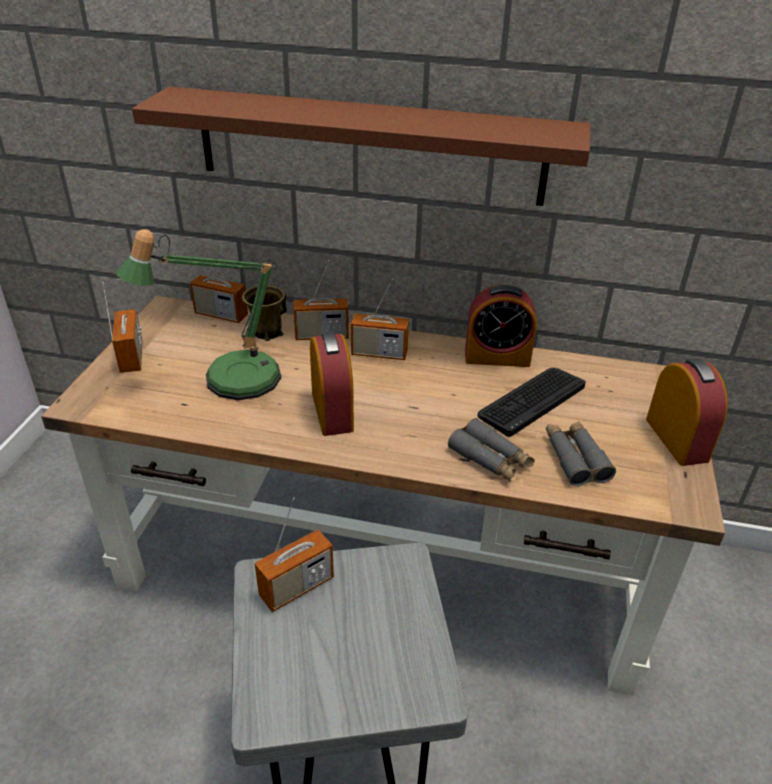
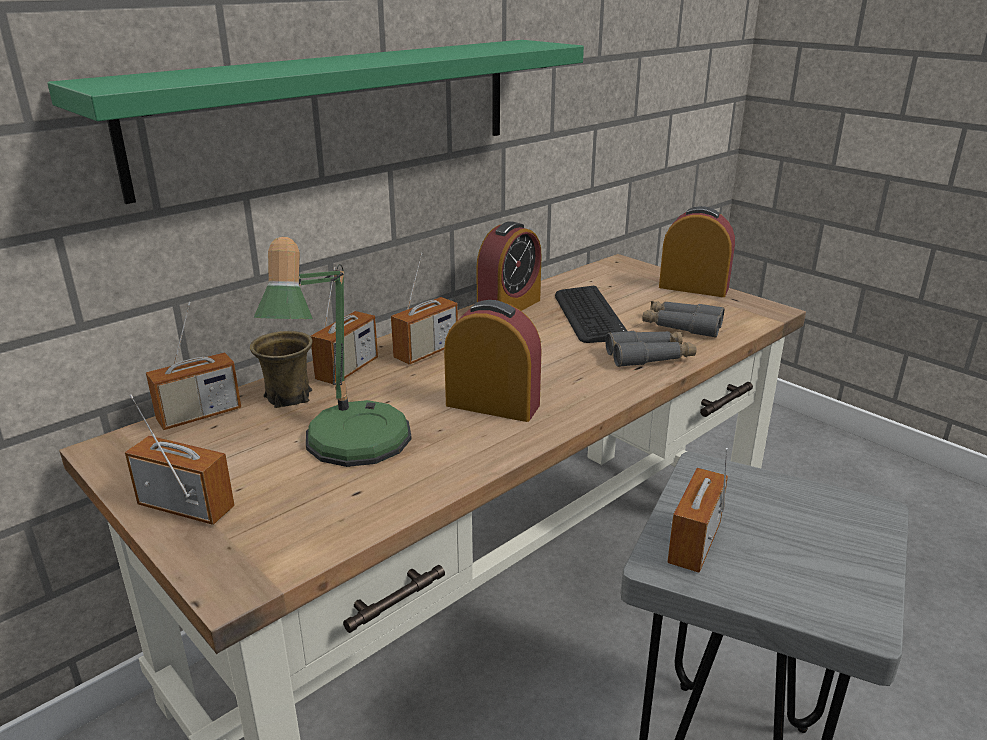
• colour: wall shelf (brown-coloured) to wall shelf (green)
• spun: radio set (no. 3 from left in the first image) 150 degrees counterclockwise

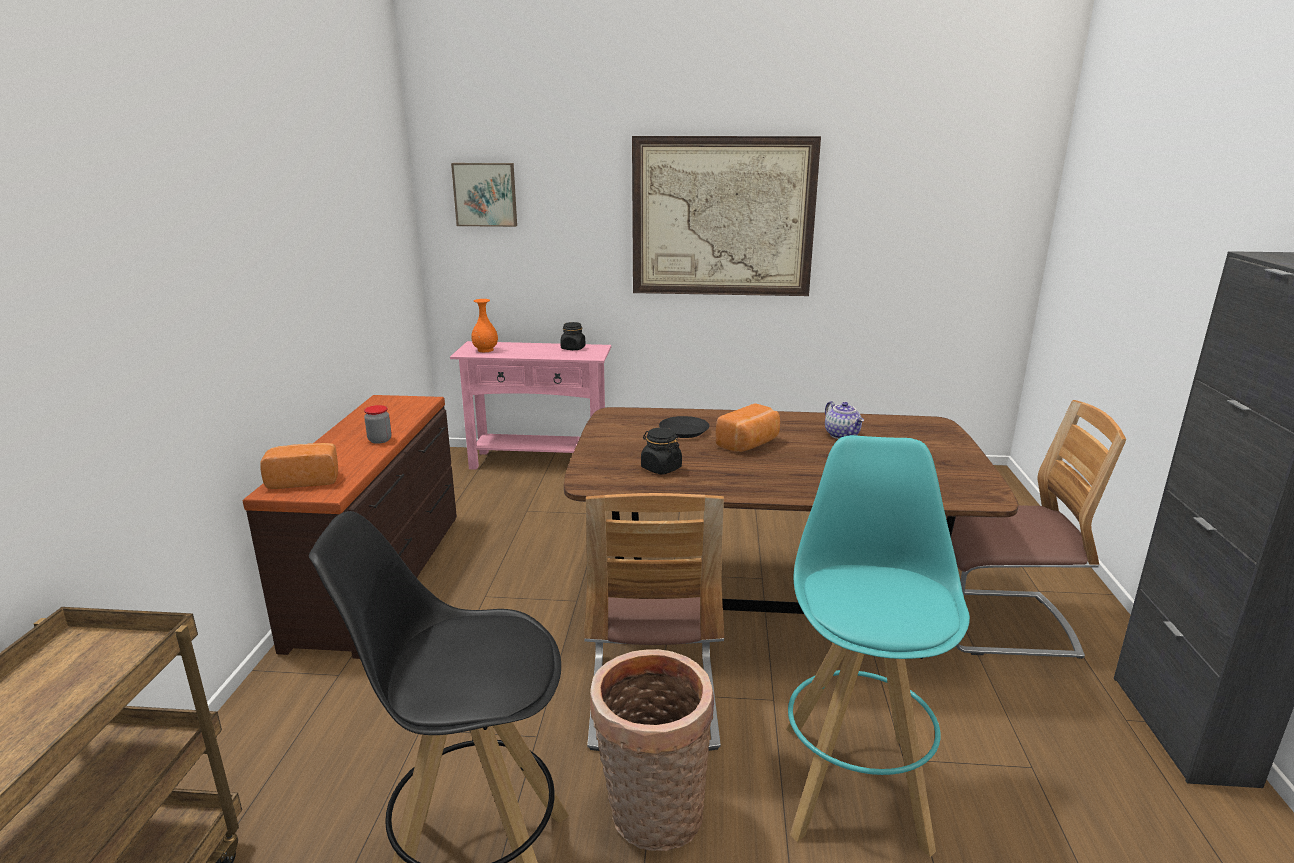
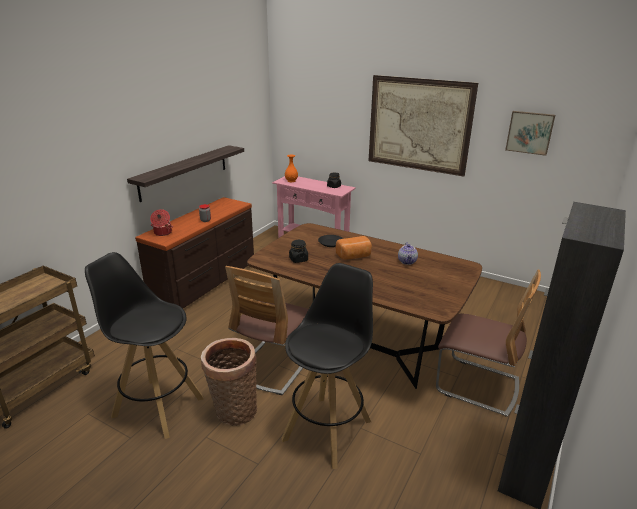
• appeared: wall shelf
• relocated: picture (no. 1 from left in the first image) to picture (no. 2 from left)
• exchanged: bakery bread (no. 1 from left) to stockpot
• colour: stool (turquoise-coloured) to stool (black) (no. 2 from left)

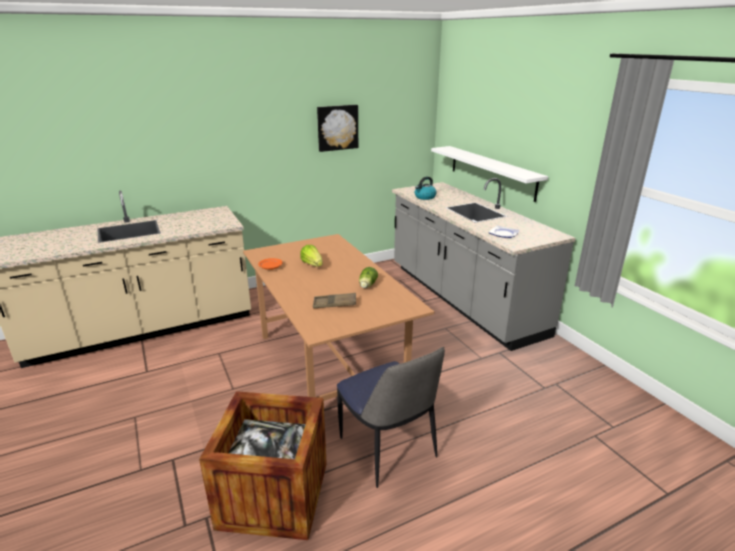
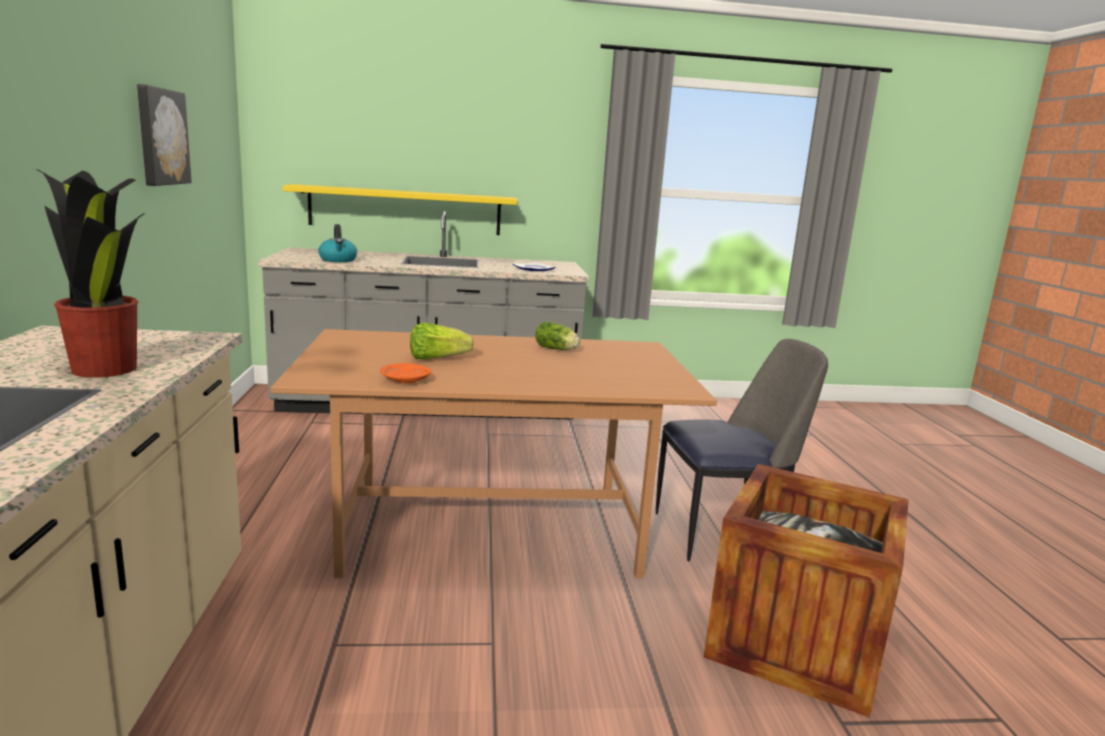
• missing: serving tray (brown-coloured)
• appeared: potted plant
• colour: wall shelf (whitish) to wall shelf (yellow)

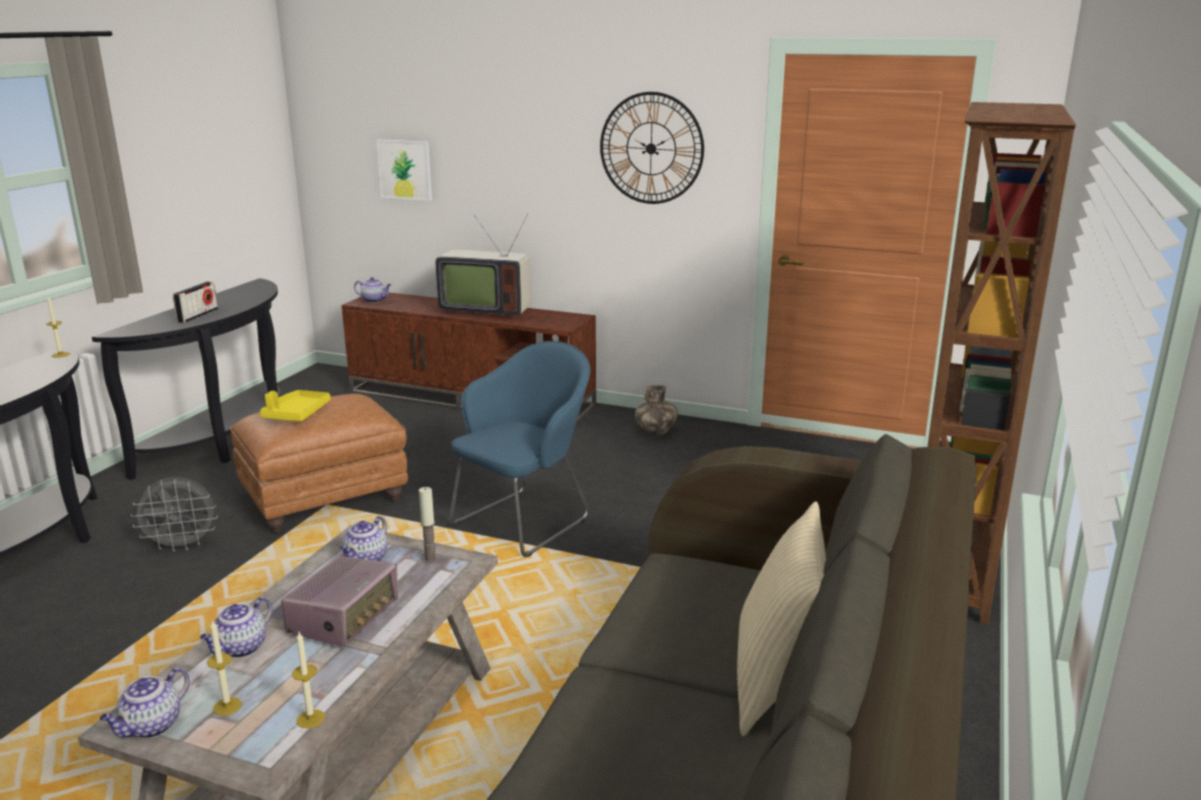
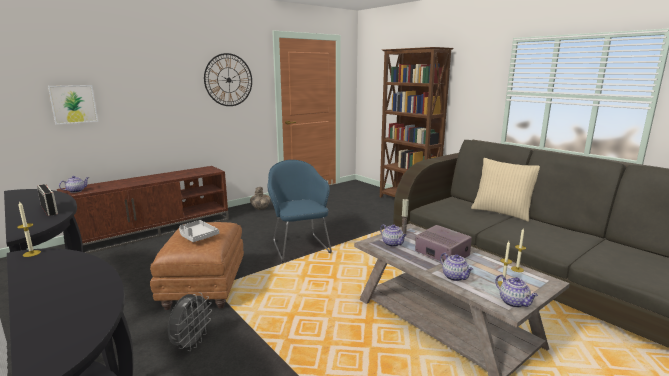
• missing: TV
• colour: serving tray (yellow) to serving tray (greyish)

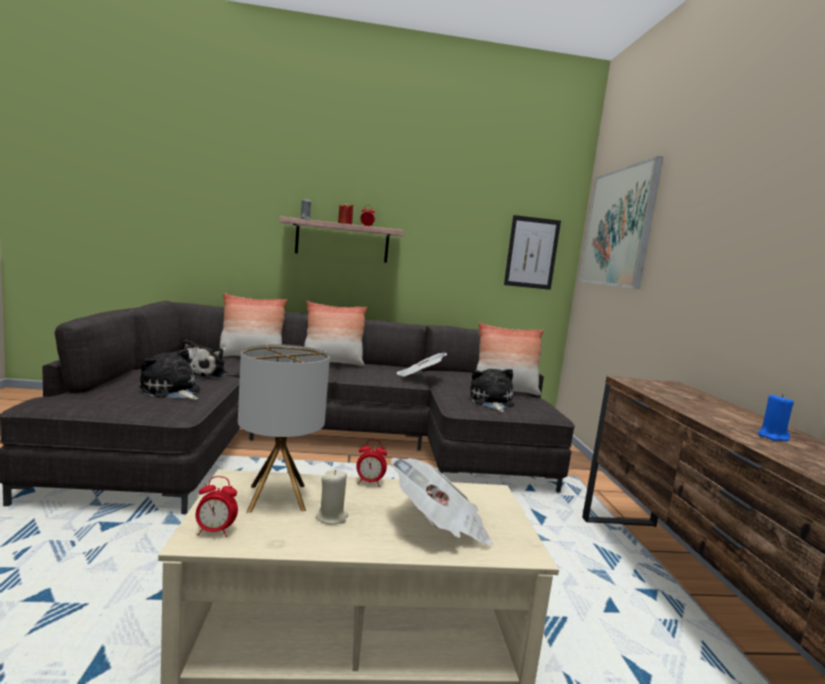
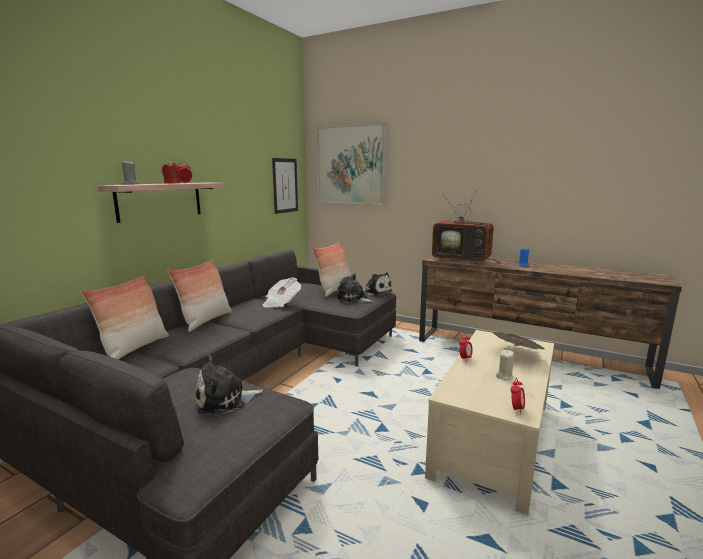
• missing: table lamp
• appeared: TV
• relocated: soft toy (no. 2 from left in the first image) to soft toy (no. 3 from left)

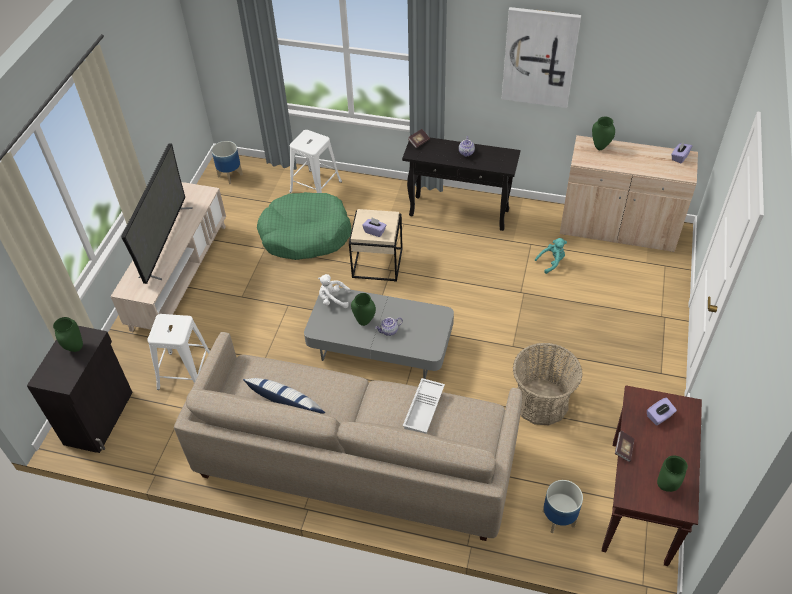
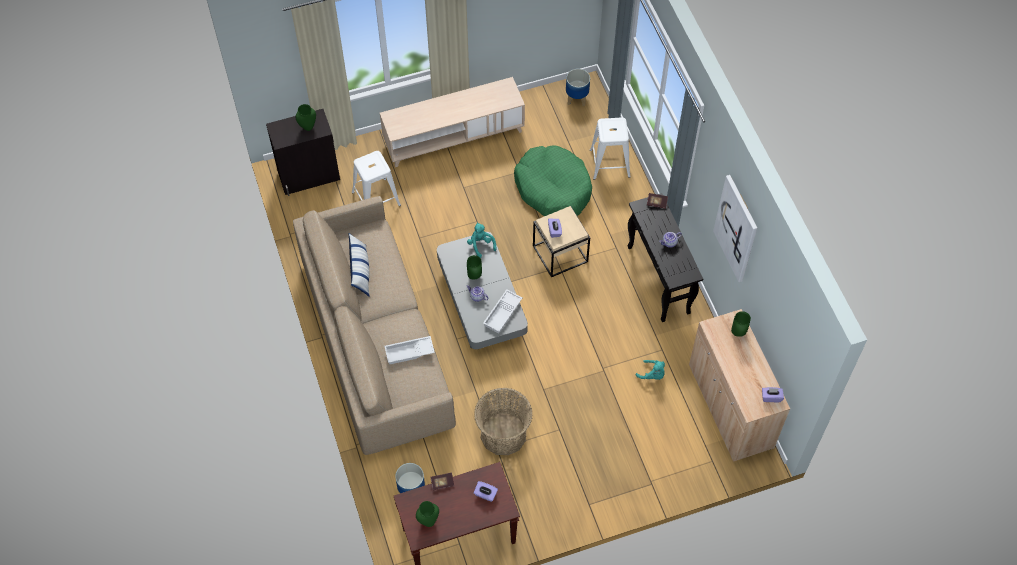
• missing: TV
• appeared: serving tray (whitish) (no. 2 from left)
• colour: soft toy (whitish) to soft toy (turquoise-coloured) (no. 1 from left)

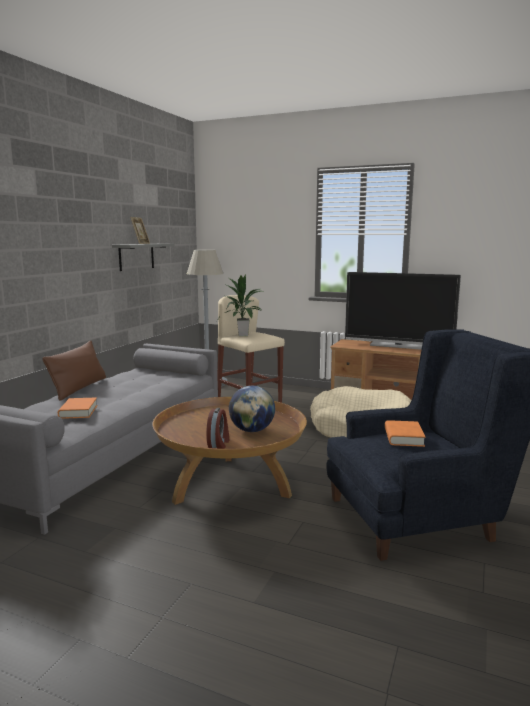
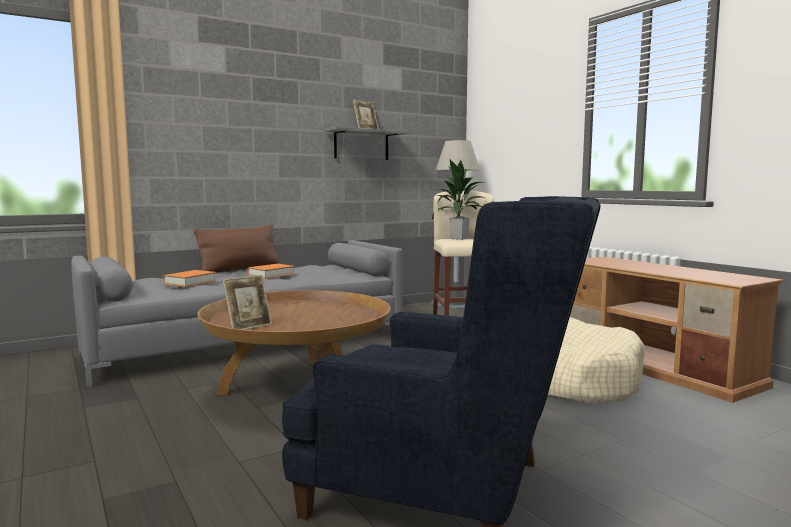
• missing: world globe
• missing: TV
• relocated: book (orangey) (no. 2 from left)
• exchanged: alarm clock to photo frame (no. 1 from left)

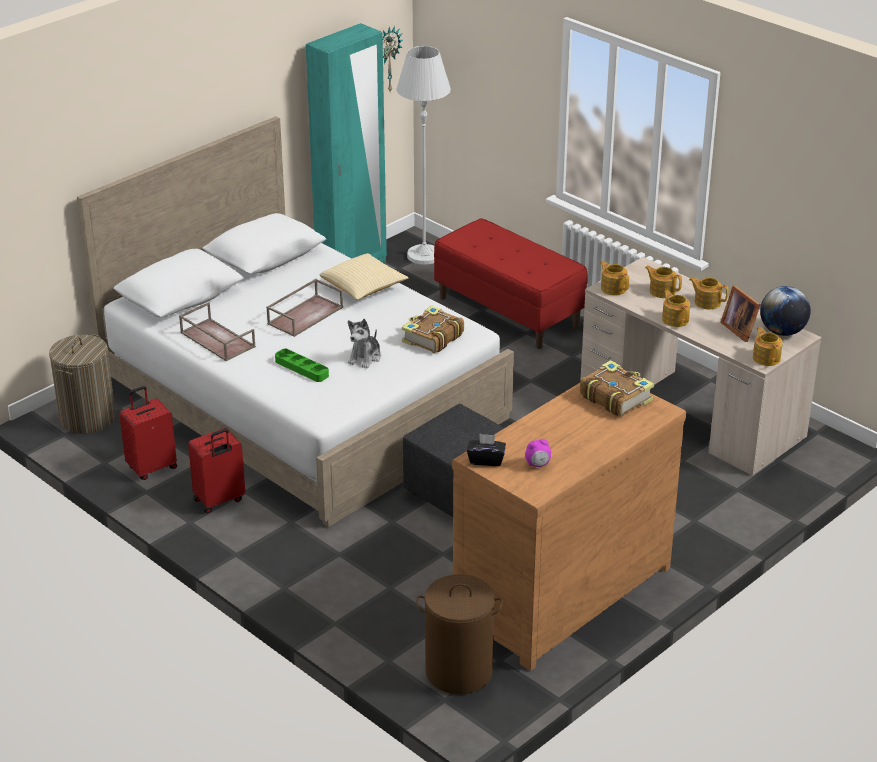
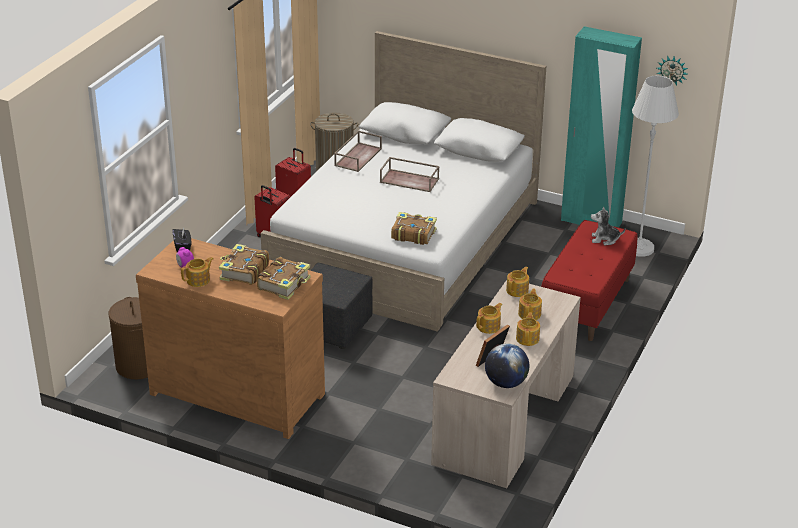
• missing: serving tray (green)
• missing: pillow
• appeared: book (no. 1 from left)
• relocated: soft toy
• relocated: pot for tea (no. 5 from left in the first image) to pot for tea (no. 1 from left)

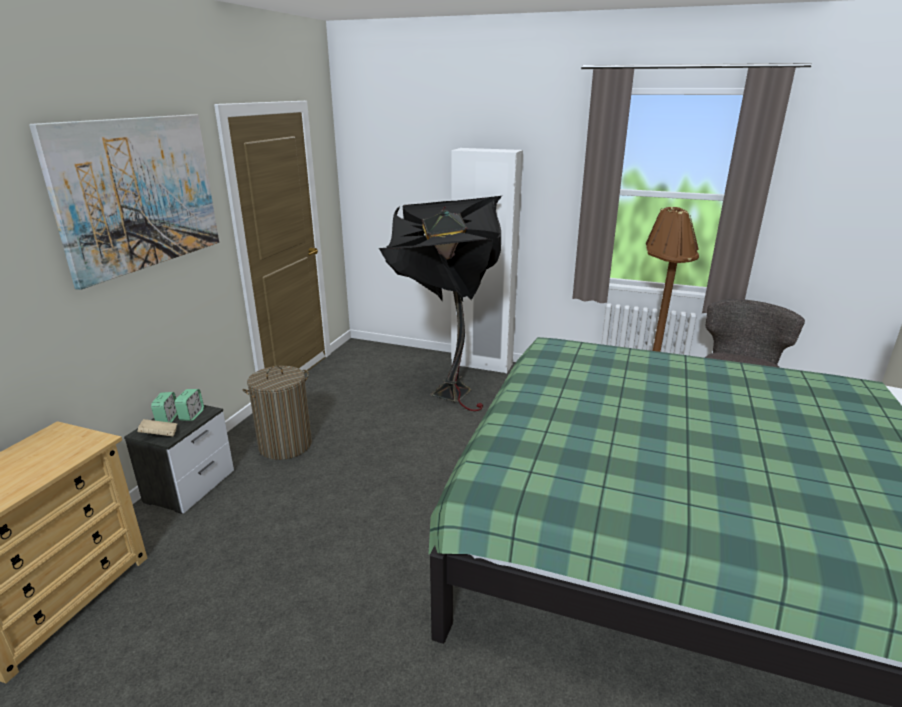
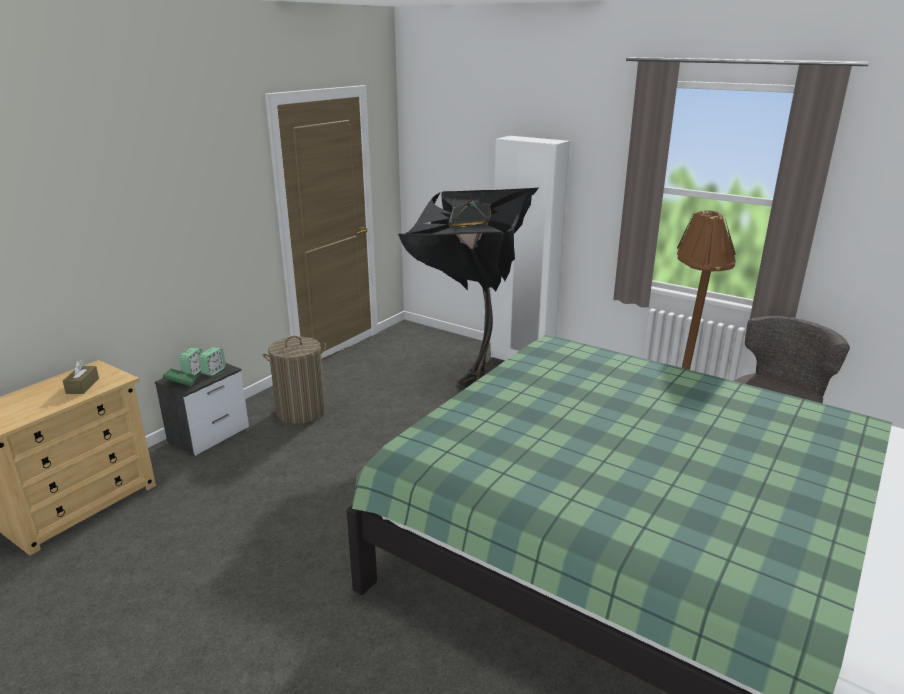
• missing: picture
• appeared: tissue box (brown-coloured)
• colour: book (beige) to book (green)

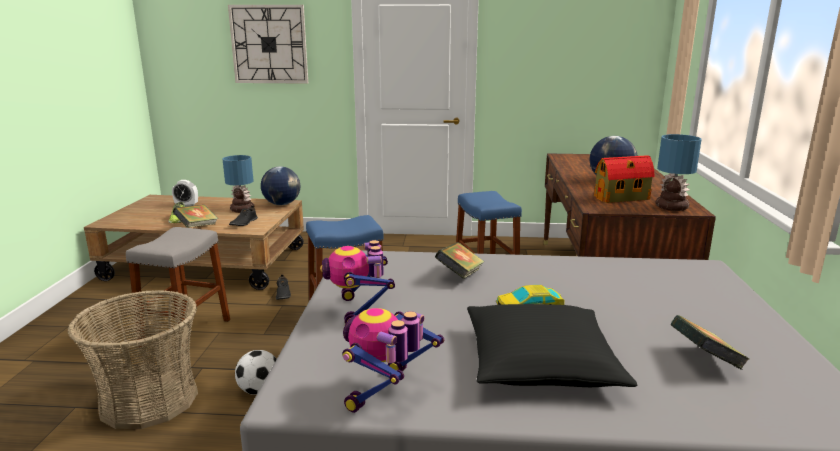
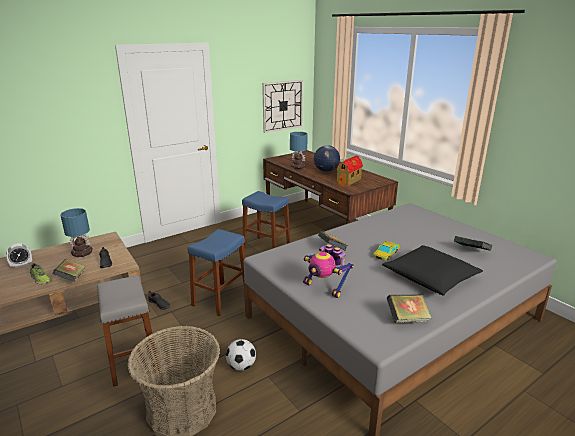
• missing: world globe (no. 1 from left)
• relocated: wall clock
• relocated: table lamp (no. 2 from left)
• exchanged: toy robot (no. 2 from left) to book (no. 3 from left)

